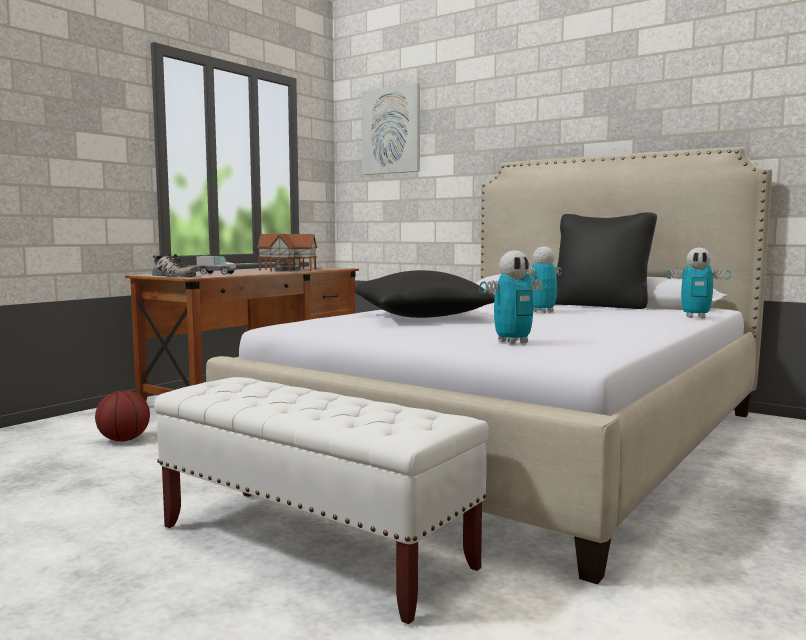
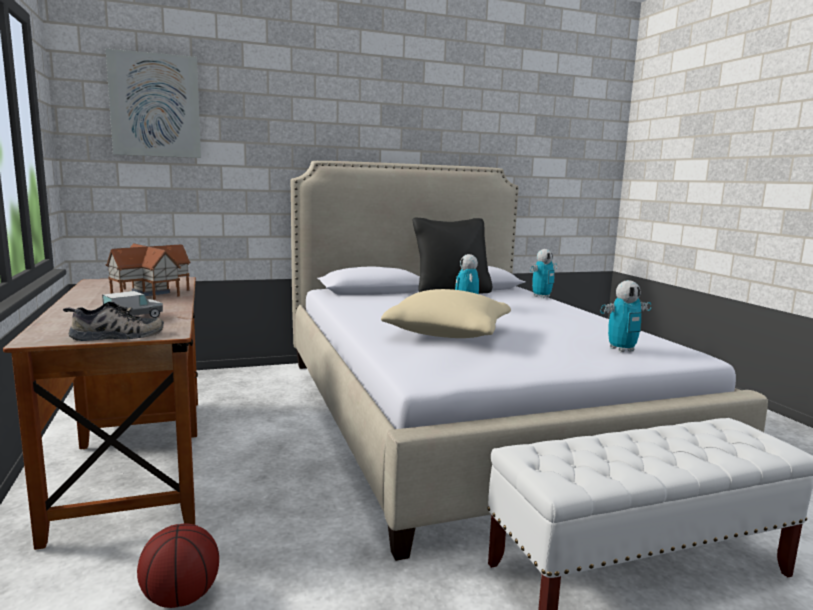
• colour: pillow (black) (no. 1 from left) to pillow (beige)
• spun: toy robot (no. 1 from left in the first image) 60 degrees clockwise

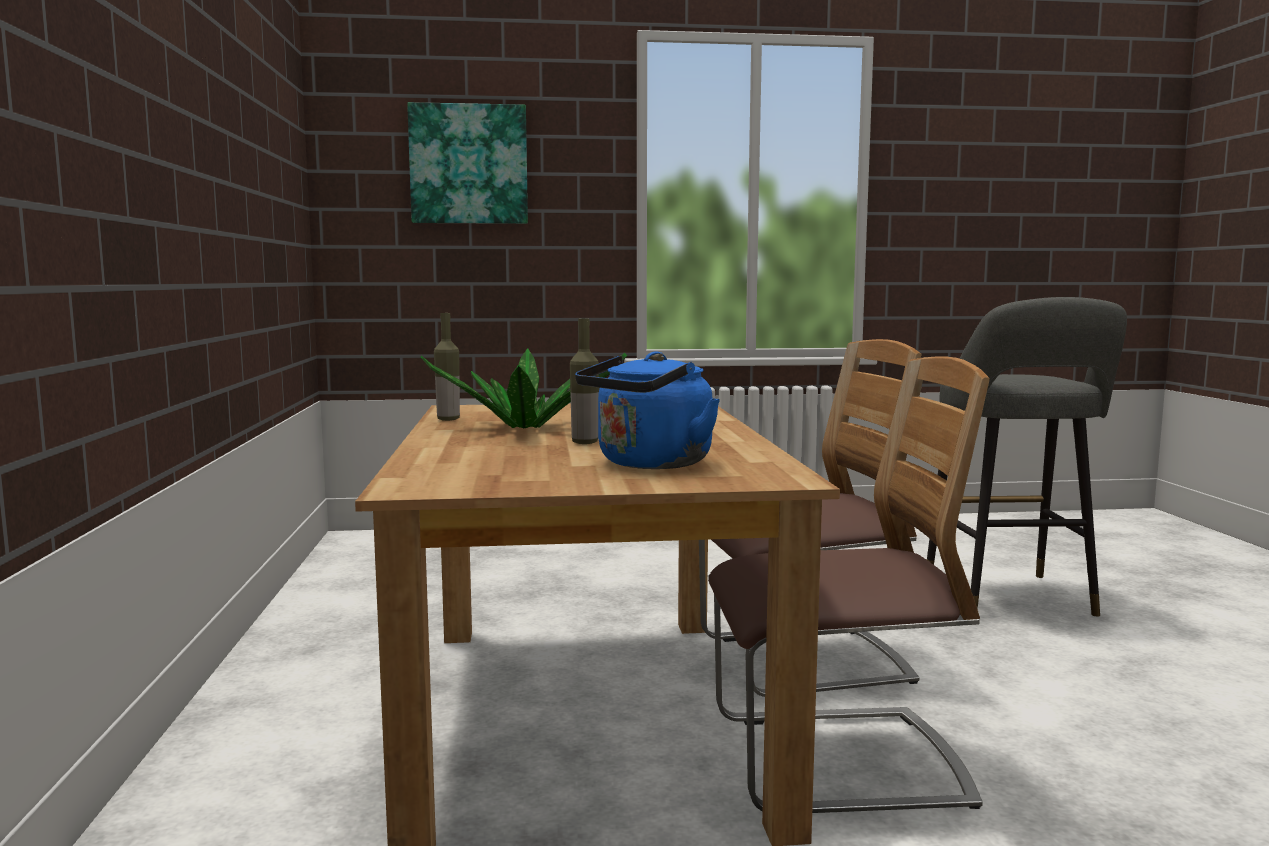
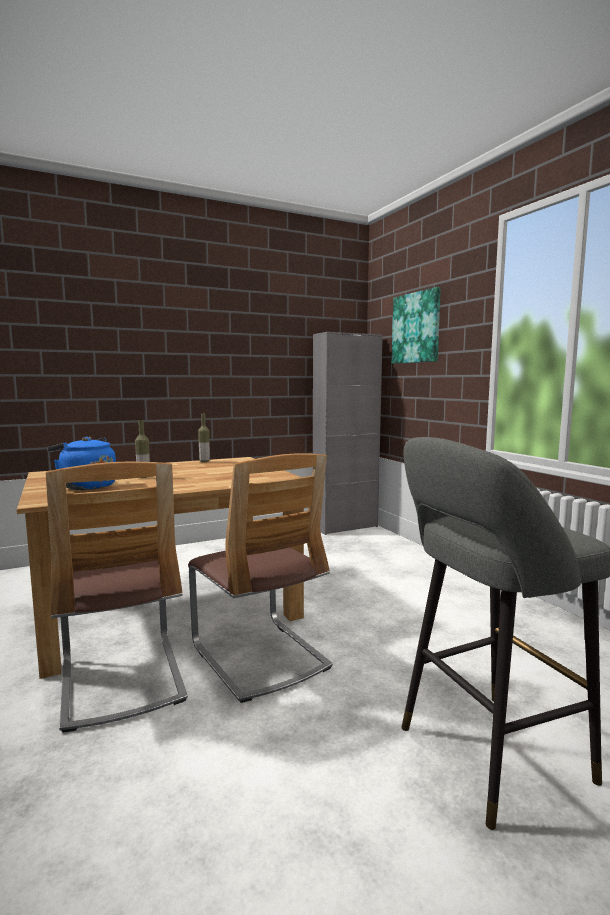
• missing: potted plant
• appeared: cabinet (greyish)

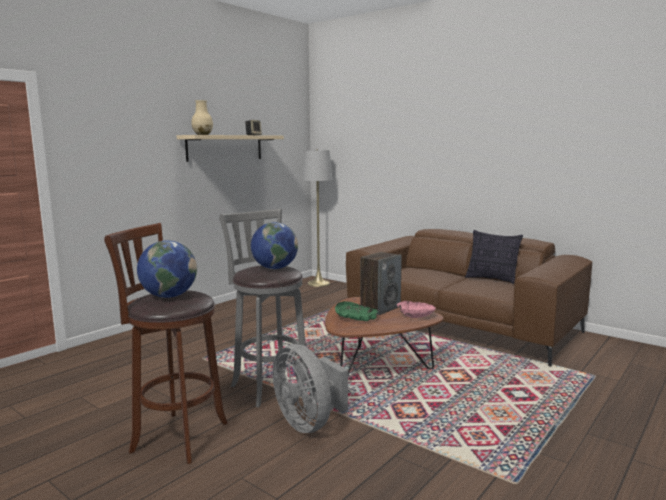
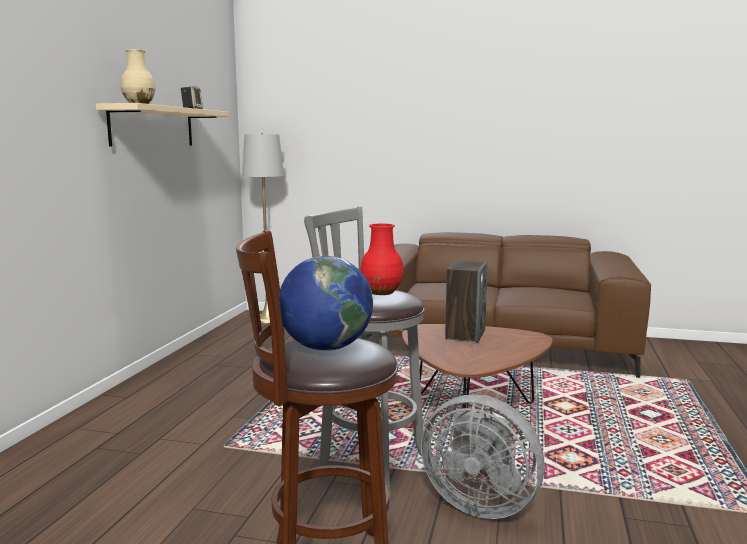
• missing: serving bowl (green)
• missing: serving bowl (pinkish)
• missing: pillow
• exchanged: world globe (no. 2 from left) to vase (red-coloured)

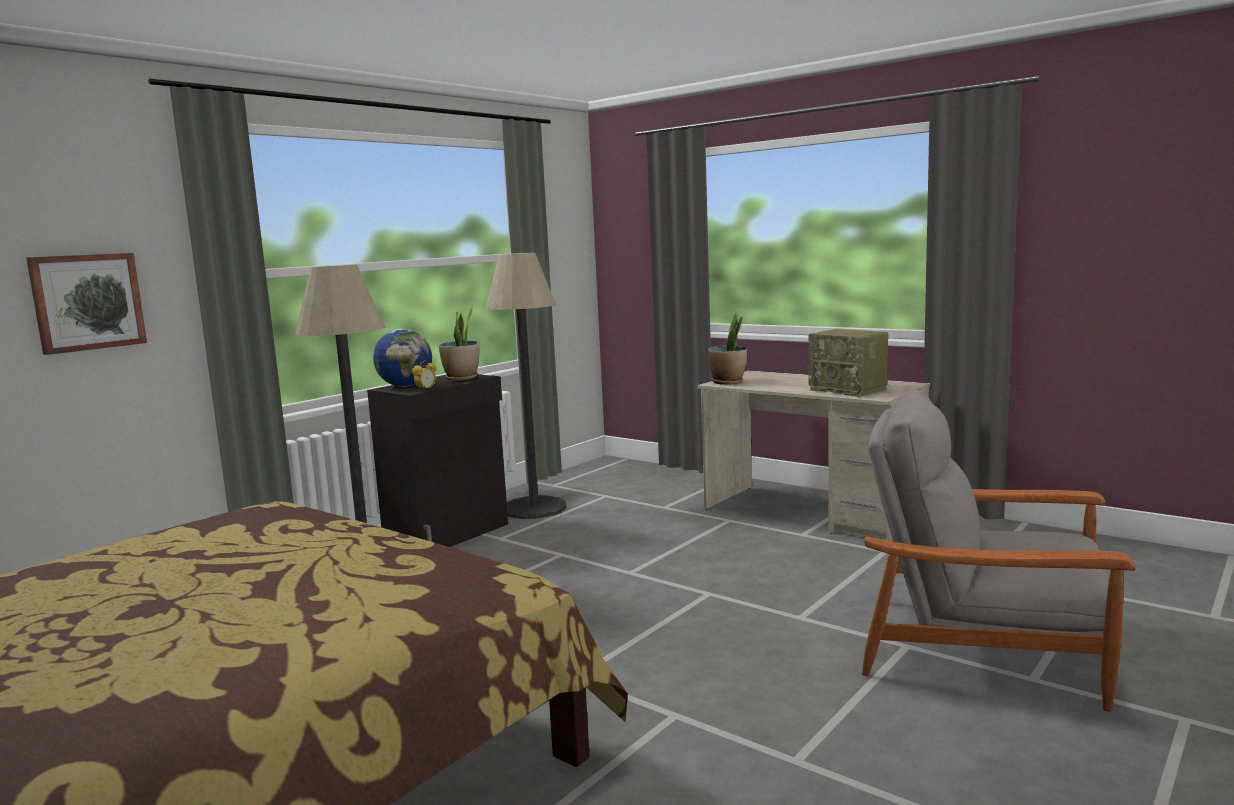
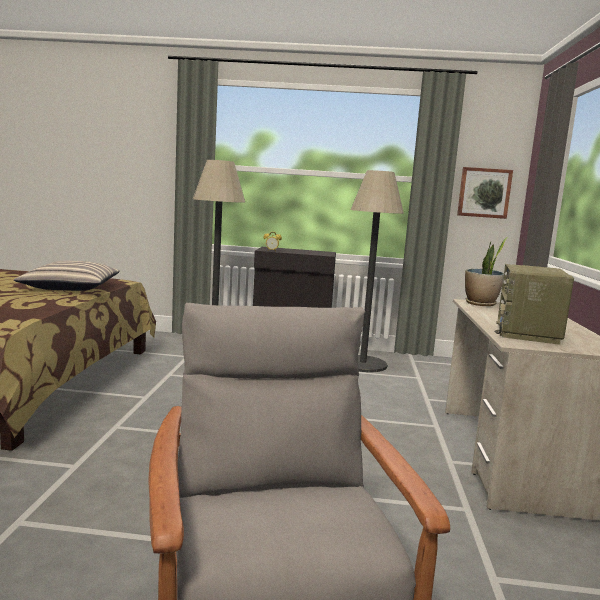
• missing: world globe
• missing: potted plant (no. 1 from left)
• appeared: pillow
• relocated: picture

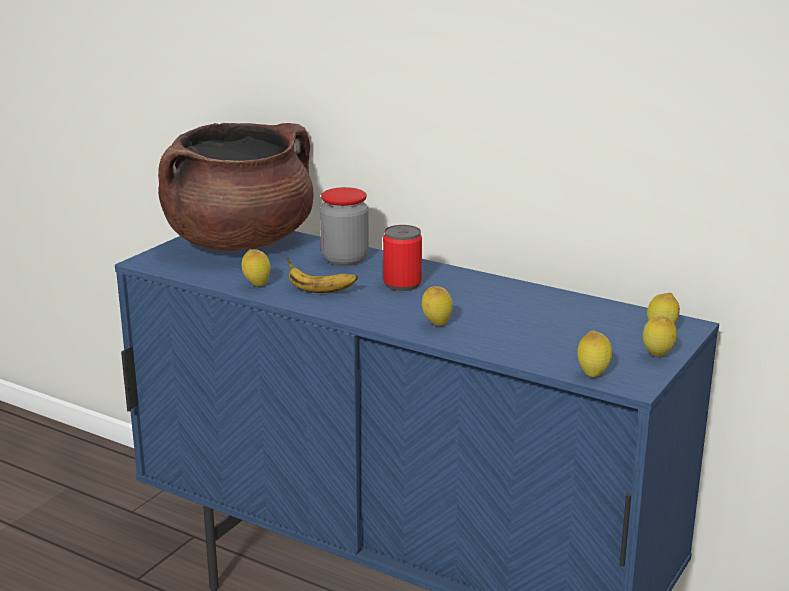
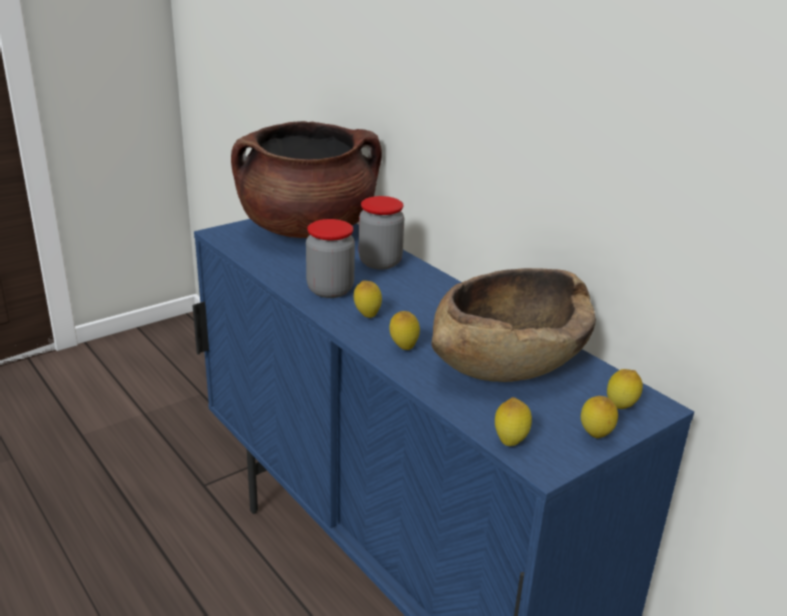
• missing: metal can
• appeared: serving bowl (brown-coloured)
• relocated: citrus fruit (no. 1 from left)
• exchanged: banana fruit to jar (no. 1 from left)

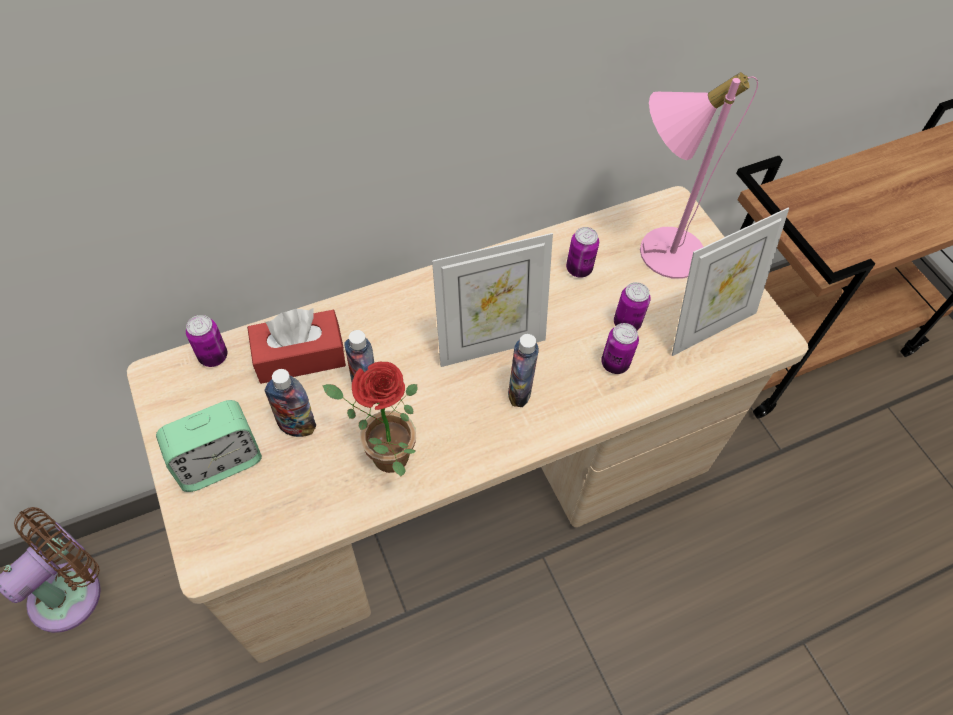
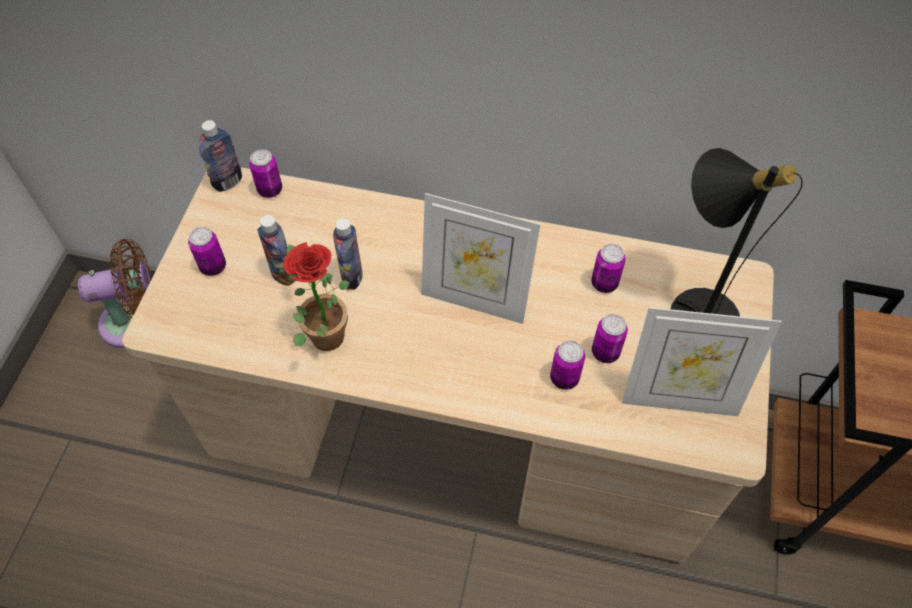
• missing: tissue box (red-coloured)
• relocated: drink bottle (no. 3 from left in the first image) to drink bottle (no. 1 from left)
• exchanged: alarm clock to metal can (no. 1 from left)
• colour: table lamp (pinkish) to table lamp (black)

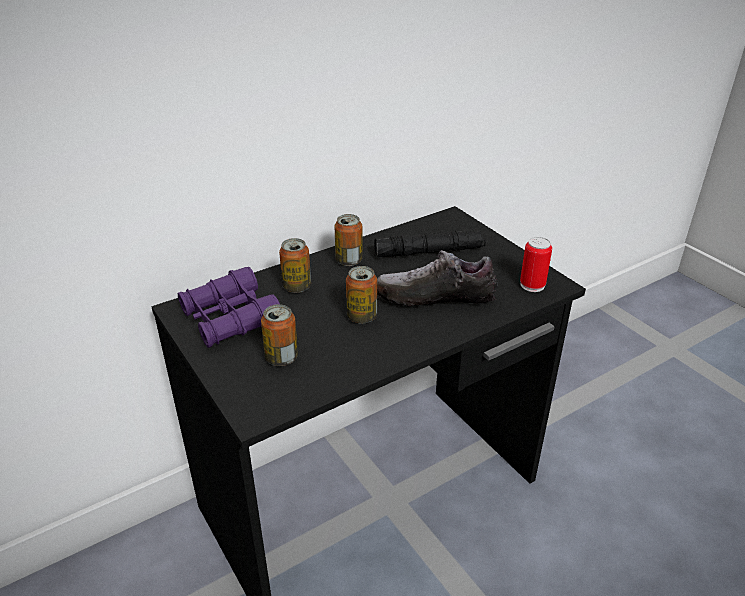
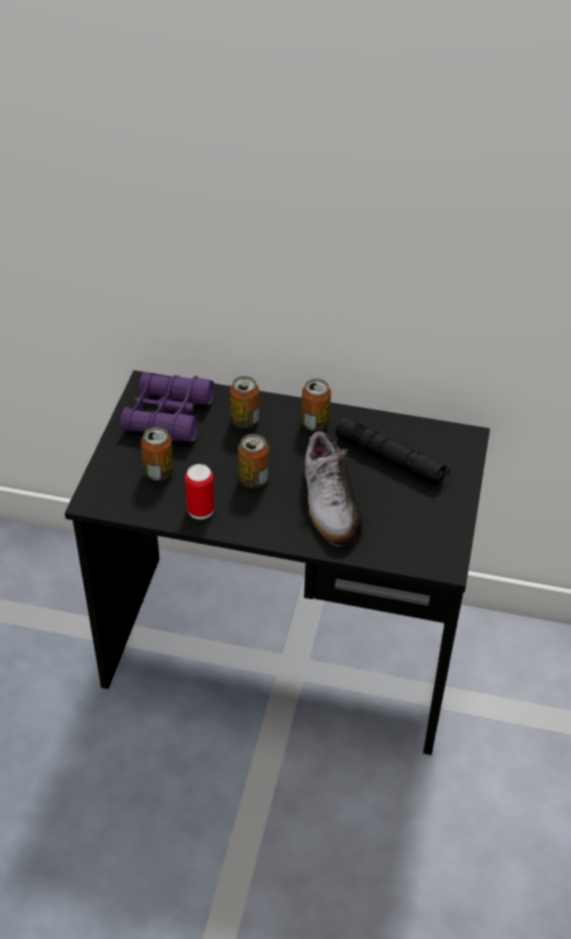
• relocated: metal can (no. 5 from left in the first image) to metal can (no. 2 from left)
• spun: shoe 150 degrees counterclockwise

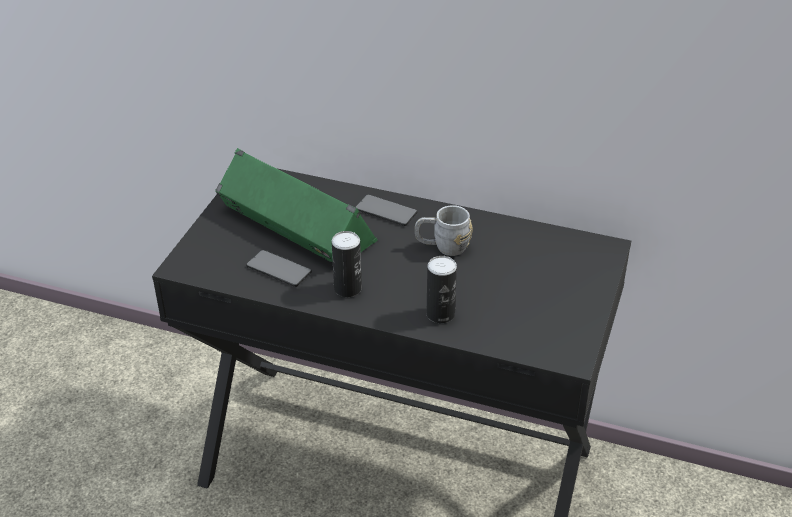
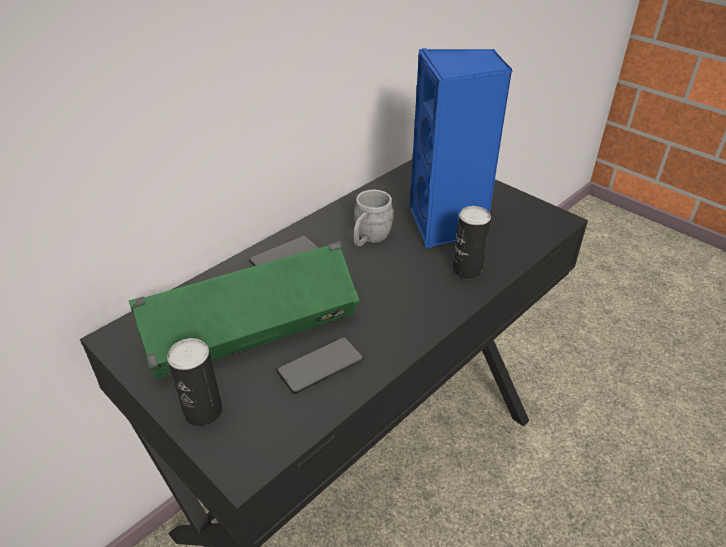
• appeared: loudspeaker (blue)
• relocated: metal can (no. 1 from left)

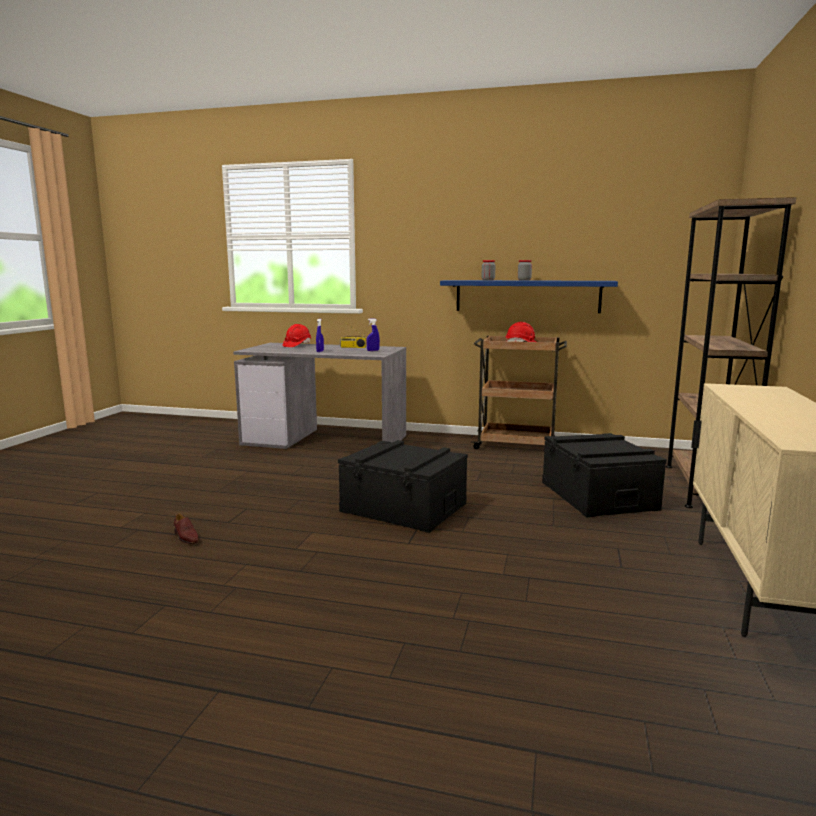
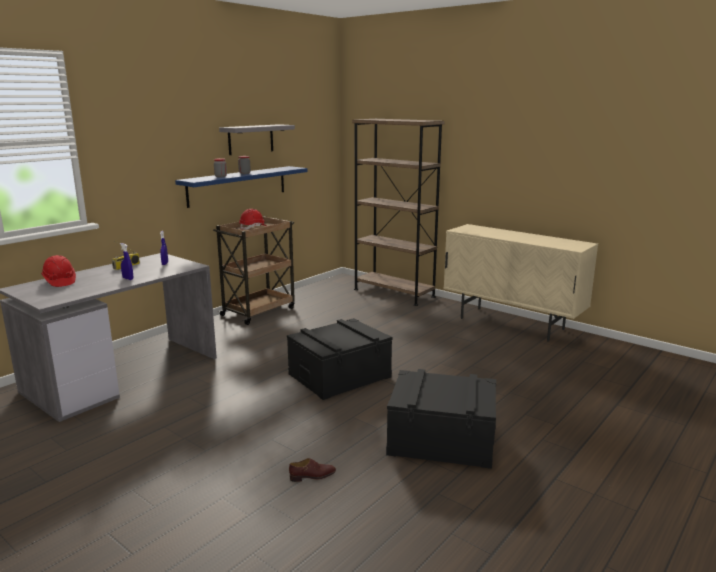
• appeared: wall shelf (greyish)
• relocated: storage box (black) (no. 2 from left)

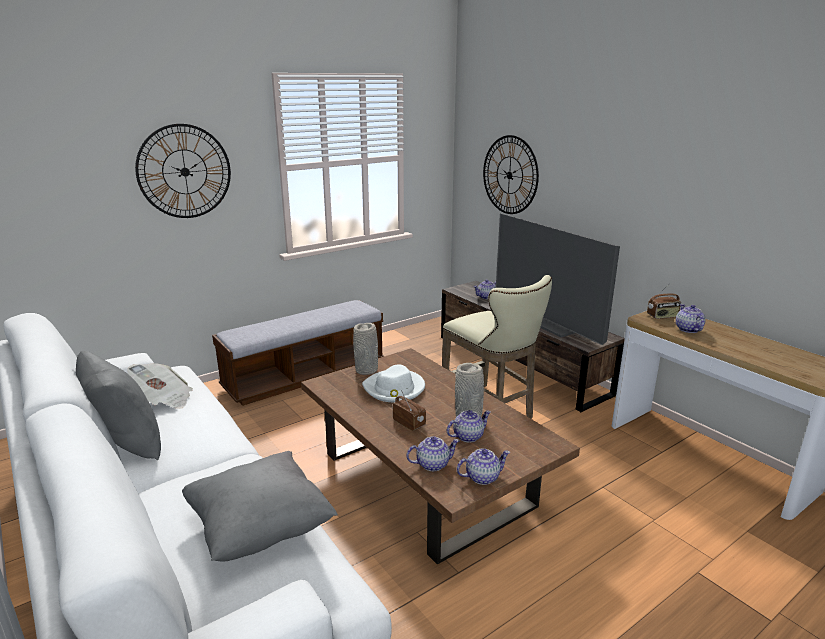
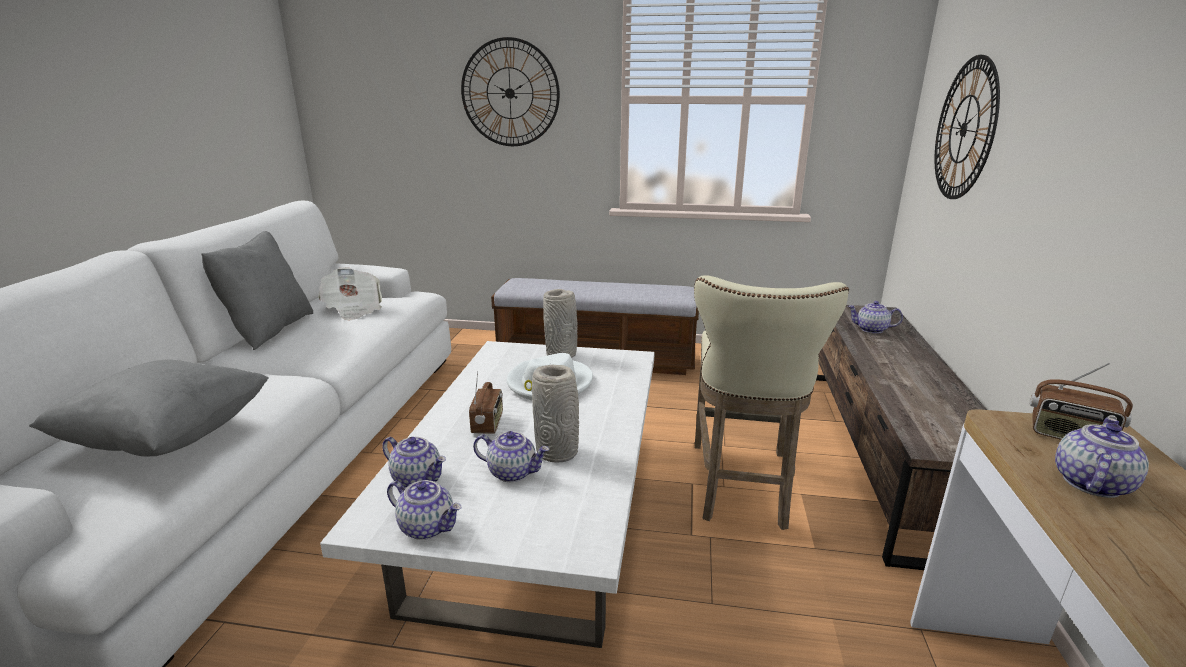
• missing: TV
• colour: lounge table (brown-coloured) to lounge table (whitish)

